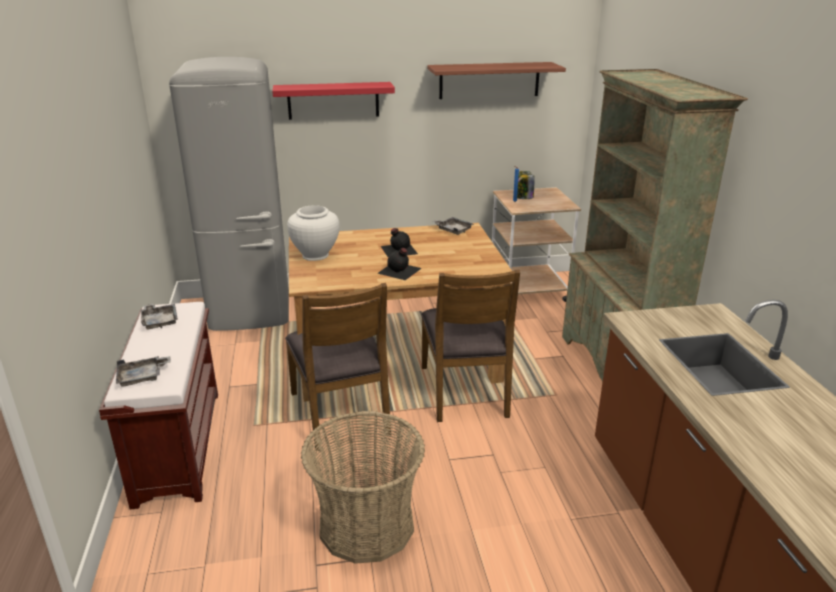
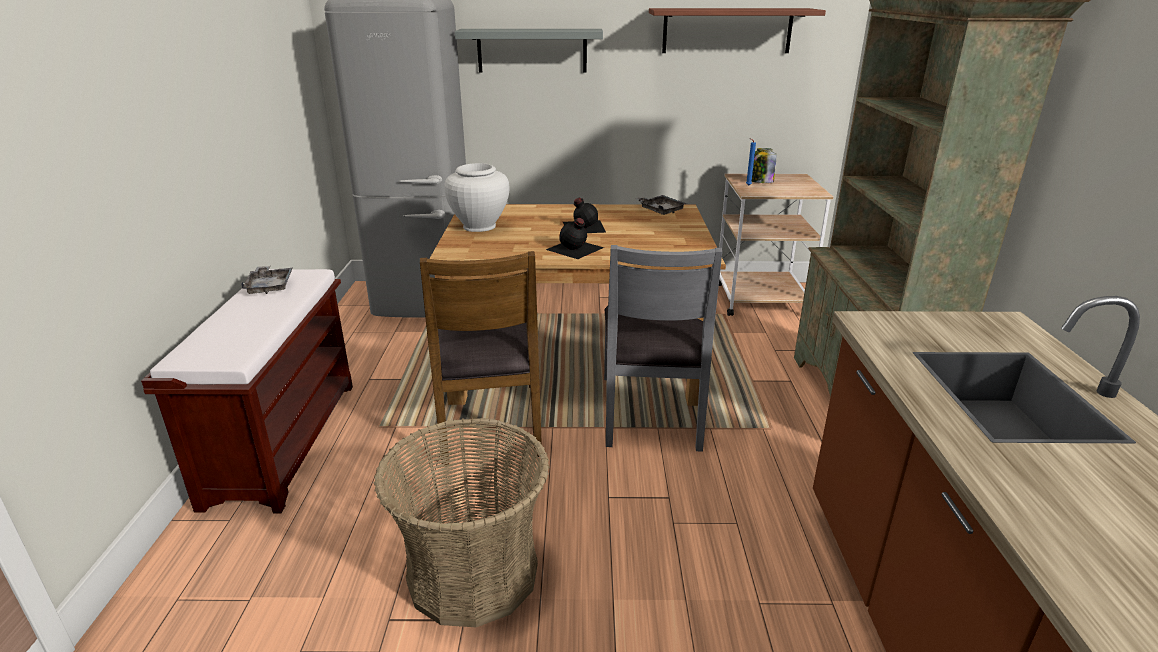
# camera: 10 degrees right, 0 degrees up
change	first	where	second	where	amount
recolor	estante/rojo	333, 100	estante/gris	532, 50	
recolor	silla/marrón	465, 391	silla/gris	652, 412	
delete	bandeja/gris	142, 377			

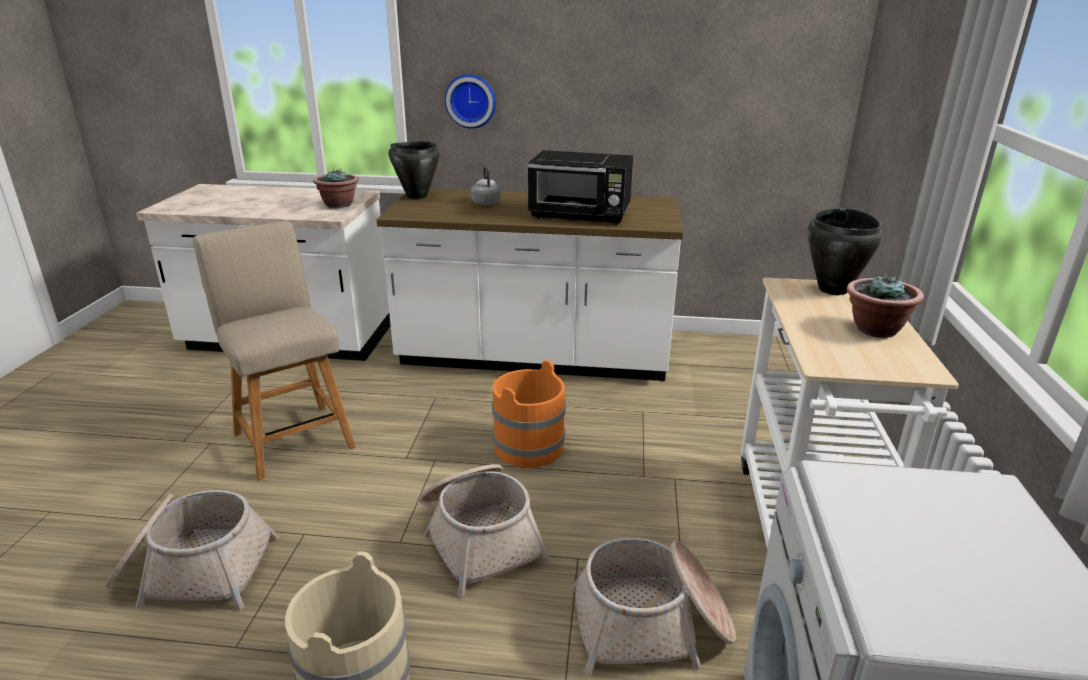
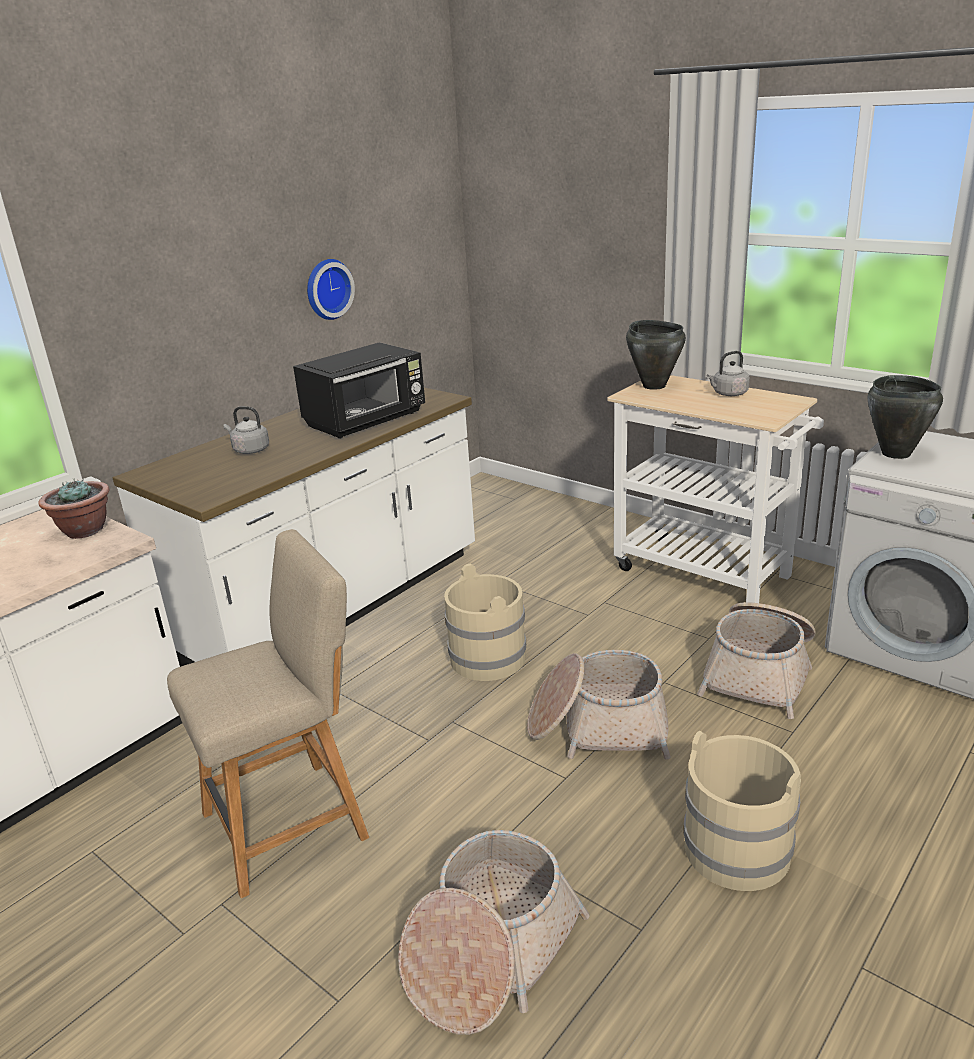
# camera: 55 degrees left, 0 degrees up
change	first	where	second	where	amount
move	reloj de pared	471, 101		327, 289	
move	olla/negro	416, 197		895, 454	
rotate	silla/beis	292, 437		293, 821	150 degrees clockwise
replace	planta en maceta	875, 329	hervidor/gris	728, 394	
recolor	cubo/naranja	528, 447	cubo/beis	488, 658	

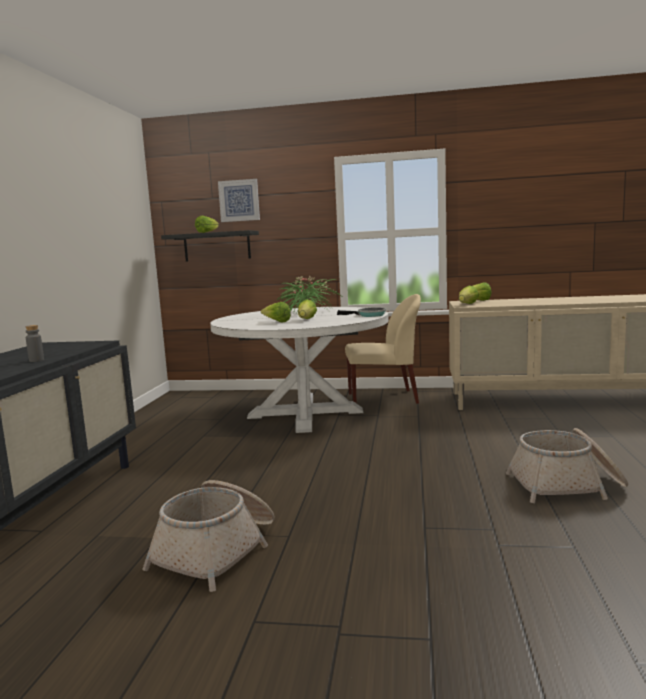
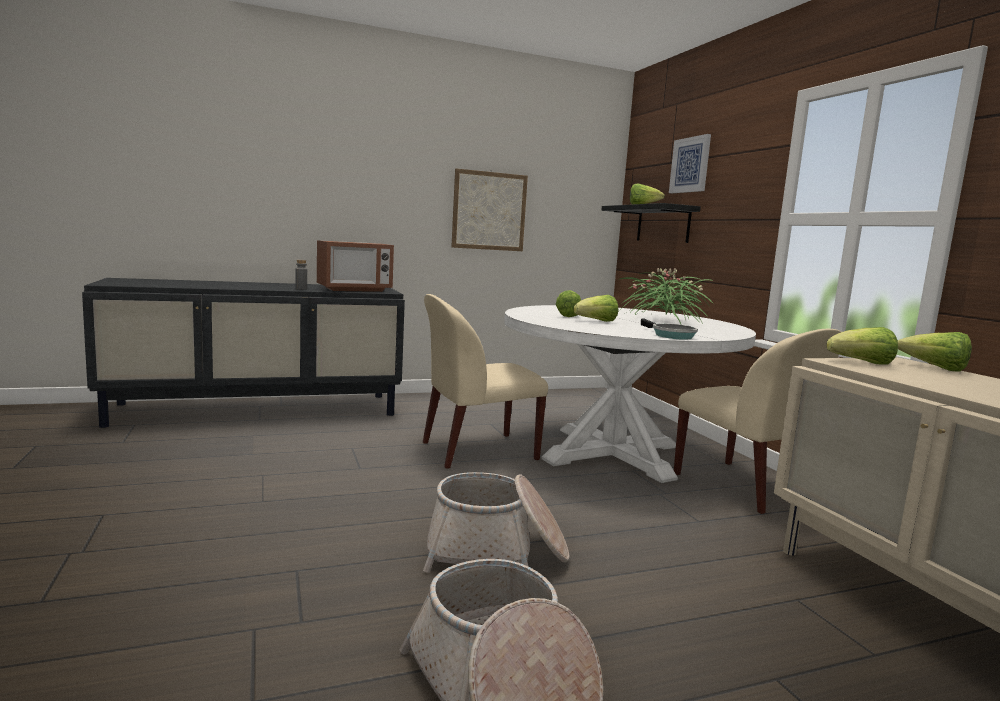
# camera: 60 degrees right, 0 degrees up
change	first	where	second	where	amount
move	cesta	218, 550		496, 551	
insert			cuadro	489, 210	
insert			microondas	354, 289	
insert			silla/beis	476, 451	

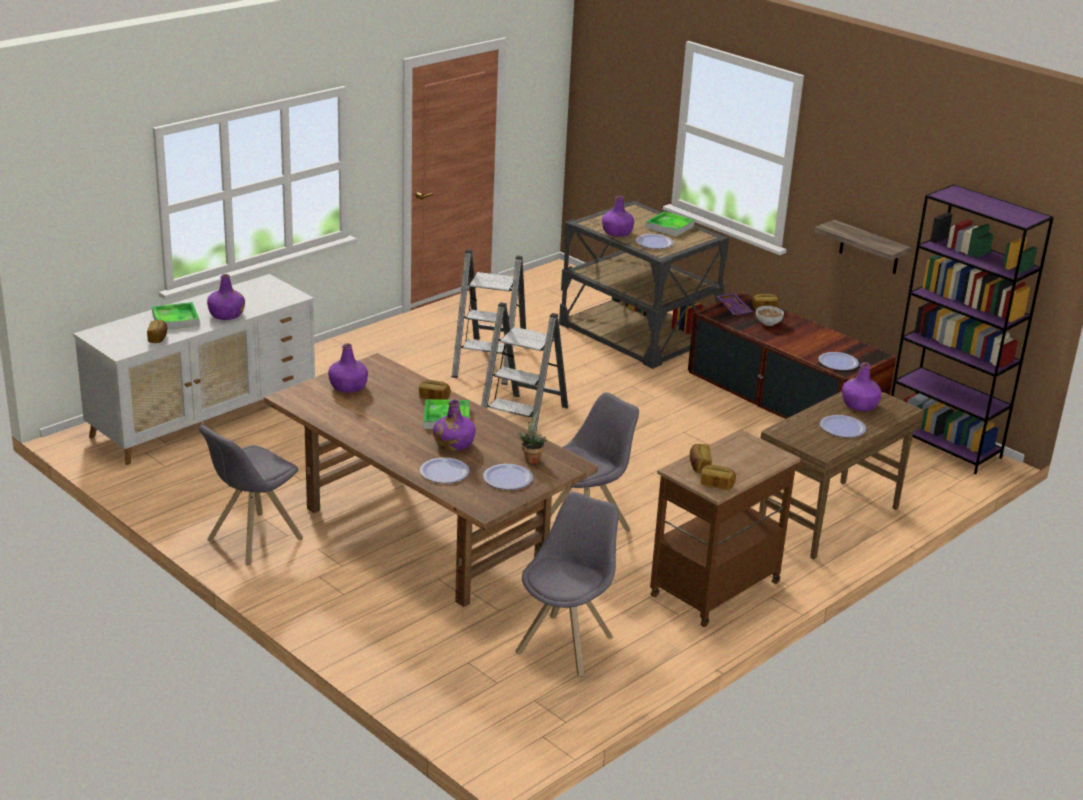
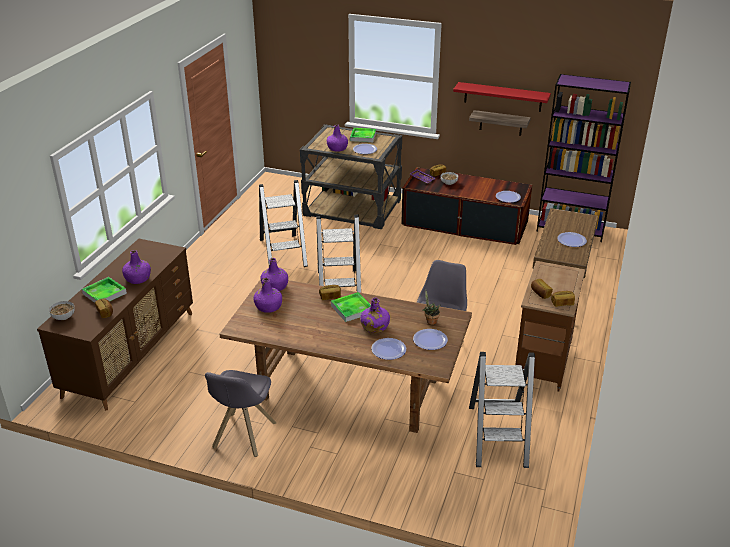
# camera: 25 degrees left, 5 degrees up
change	first	where	second	where	amount
recolor	cómoda/blanco	204, 416	cómoda/marrón	130, 353	
move	botella/morado	859, 405		275, 286	
replace	silla/gris	566, 644	escalera de tijera/gris	497, 435	
insert			estante/rojo	503, 97	
insert			cuenco	63, 317	

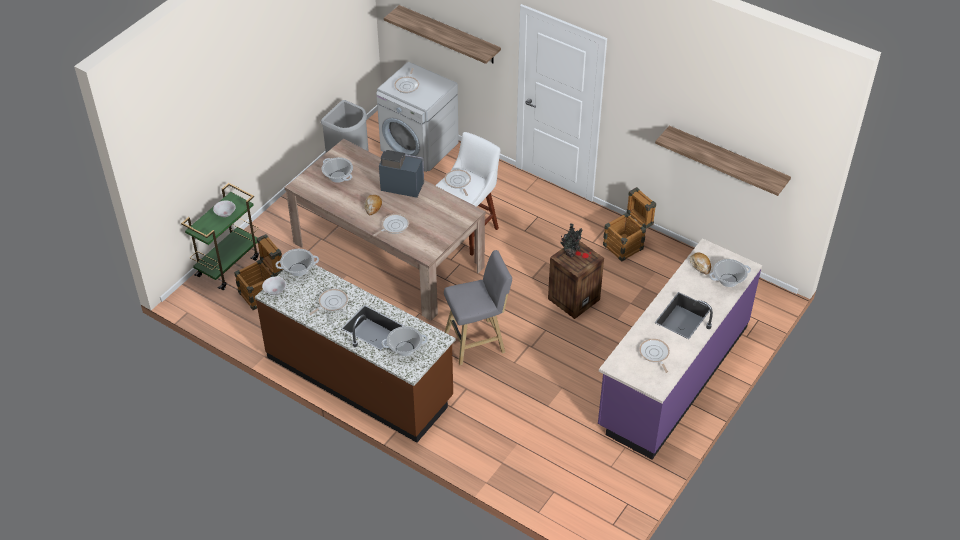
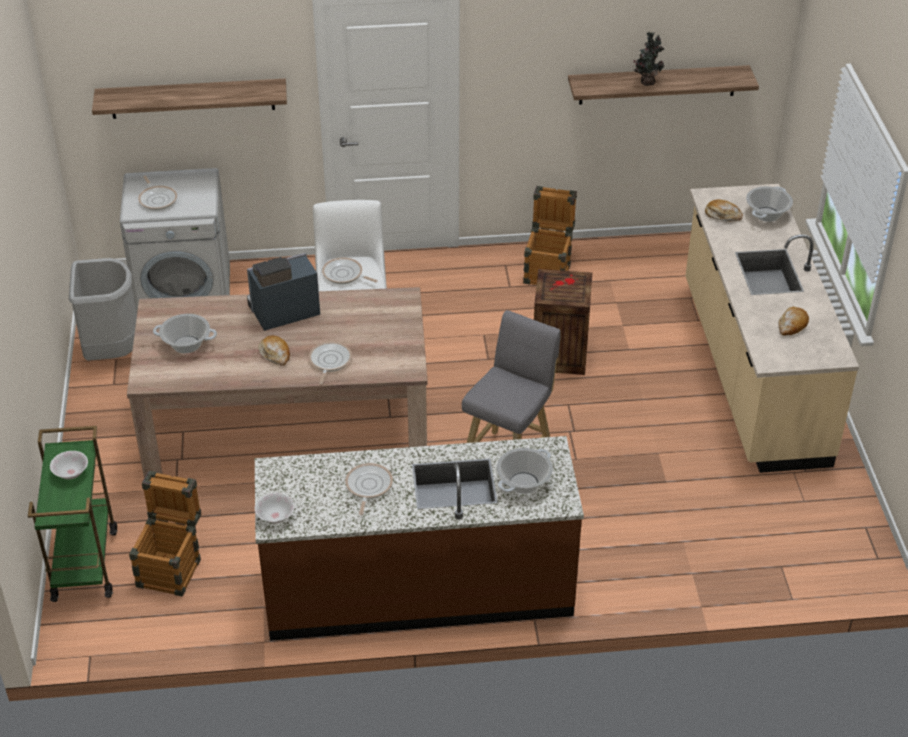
# camera: 40 degrees left, 5 degrees down
change	first	where	second	where	amount
move	planta en maceta	570, 252		646, 82	
recolor	mueble bajo de cocina/morado	673, 376	mueble bajo de cocina/beis	751, 372	
delete	olla	298, 269			
replace	sartén	654, 354	pan	792, 325	

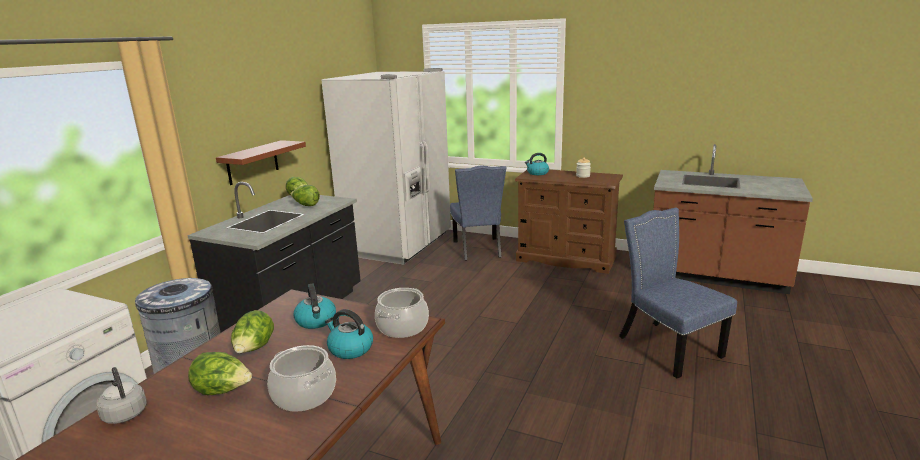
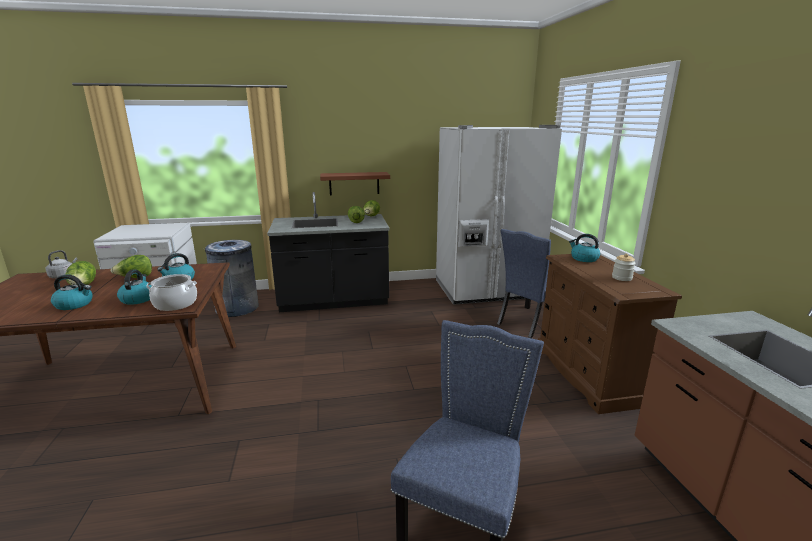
# camera: 55 degrees right, 0 degrees up
change	first	where	second	where	amount
replace	olla	304, 395	hervidor	75, 304	

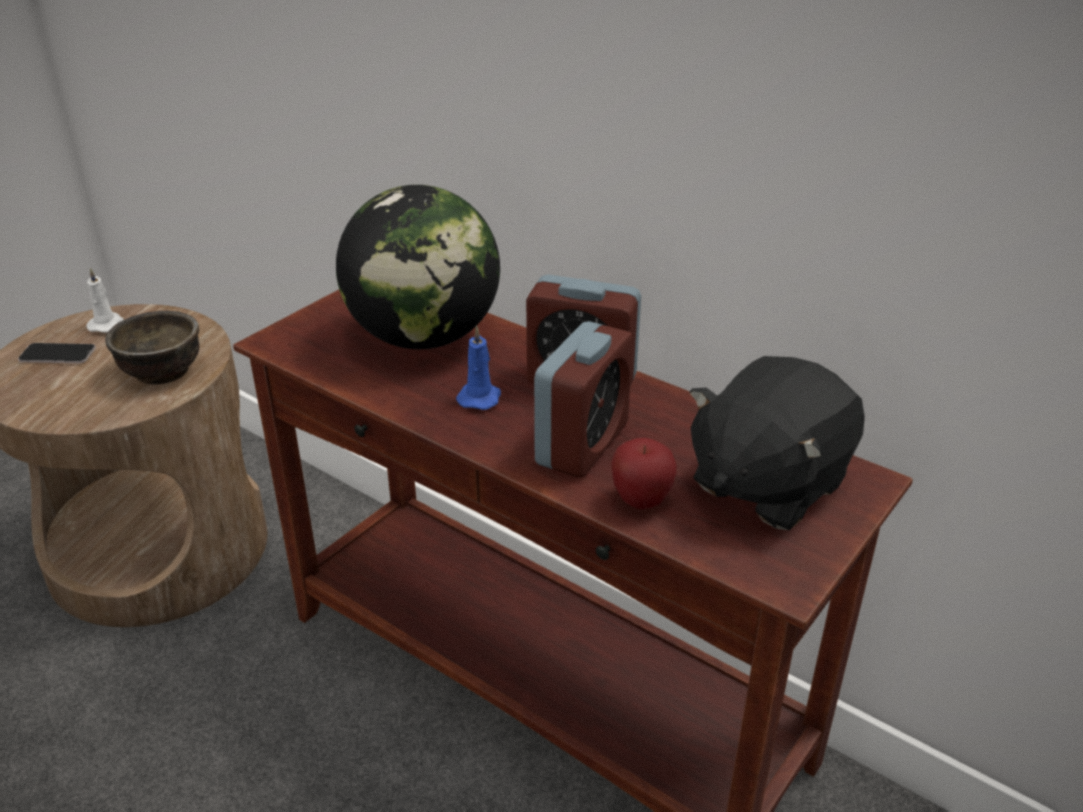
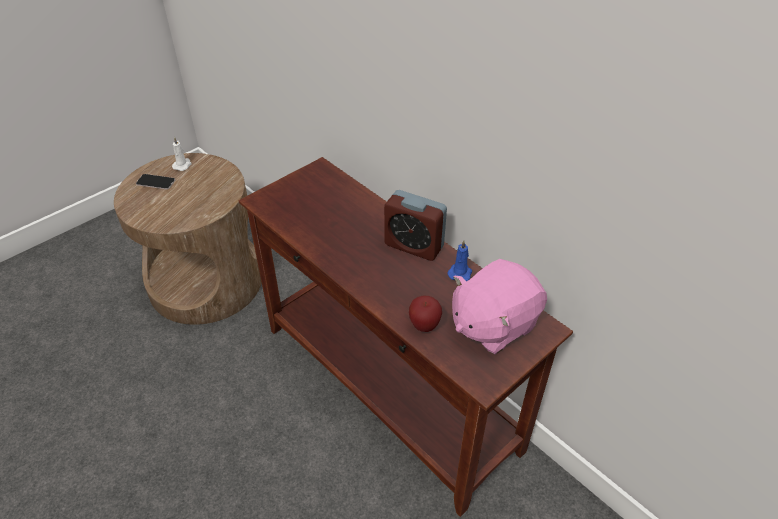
# camera: 10 degrees right, 10 degrees up
change	first	where	second	where	amount
delete	globo terráqueo	424, 337			
delete	cuenco/marrón	161, 371			
delete	despertador	582, 444			
move	vela/azul	480, 397		460, 272	
recolor	peluche/negro	766, 483	peluche/rosa	493, 324	

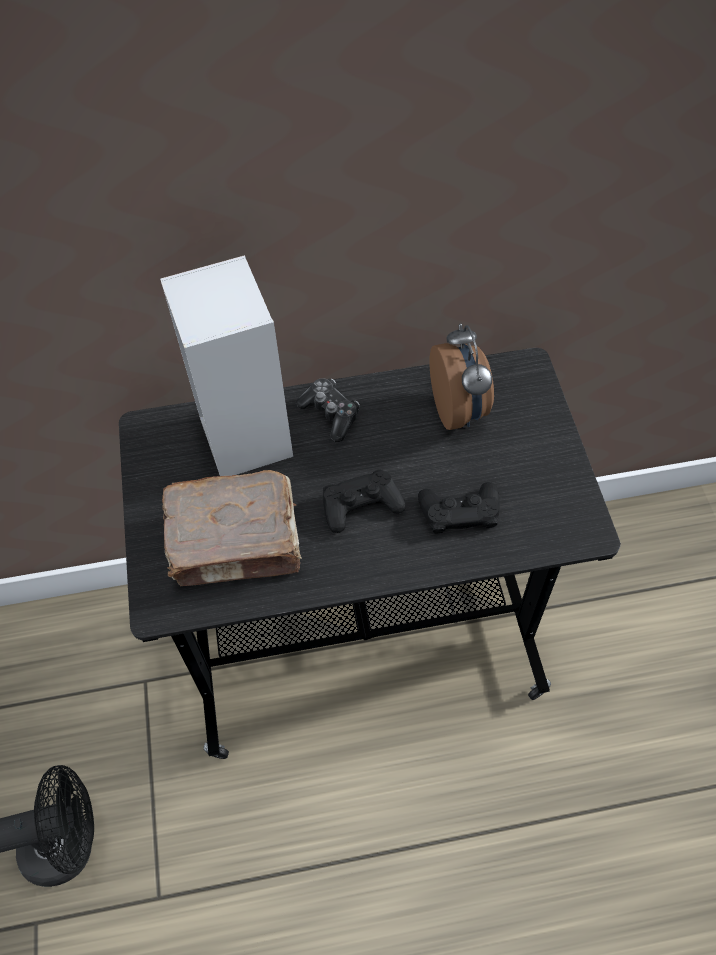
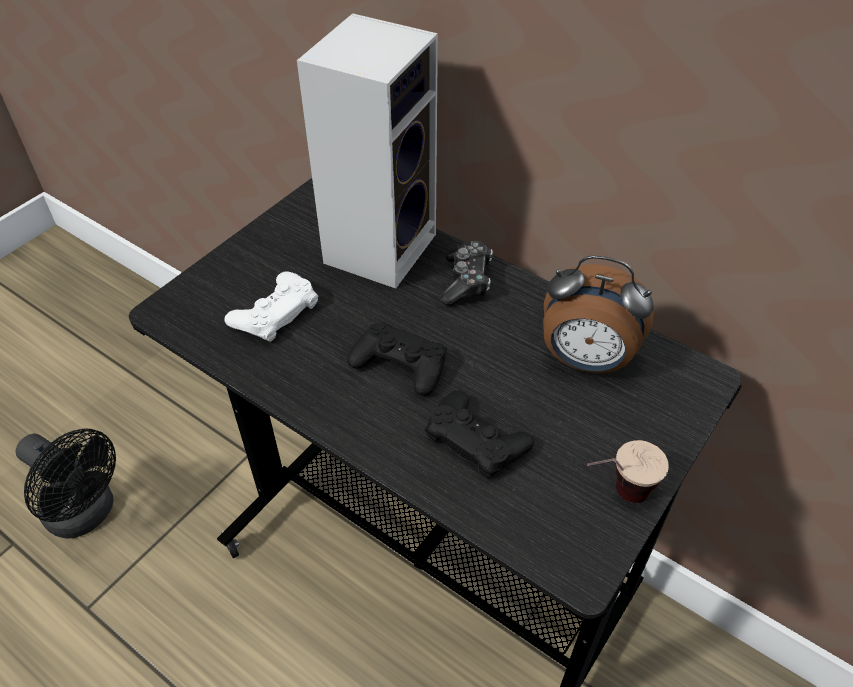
# camera: 45 degrees right, 10 degrees down
change	first	where	second	where	amount
rotate	despertador	459, 409		585, 361	75 degrees clockwise
replace	libro/marrón	237, 542	mando de consola/blanco	275, 313	
insert			taza	614, 496	

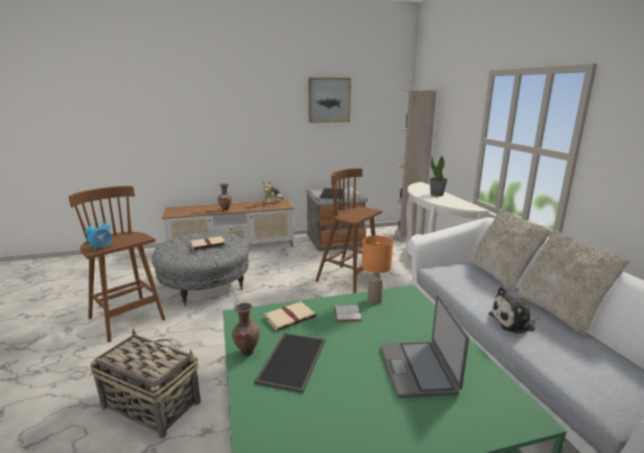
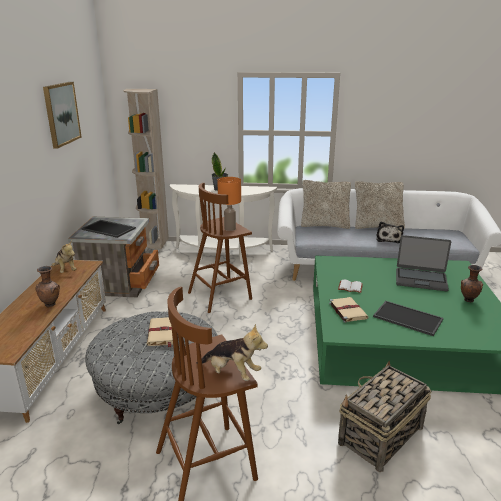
# camera: 70 degrees left, 5 degrees up
change	first	where	second	where	amount
replace	despertador	102, 247	peluche	232, 373	
move	lámpara de mesa/naranja	374, 300		229, 228	
move	florero/marrón	246, 352		468, 300	

